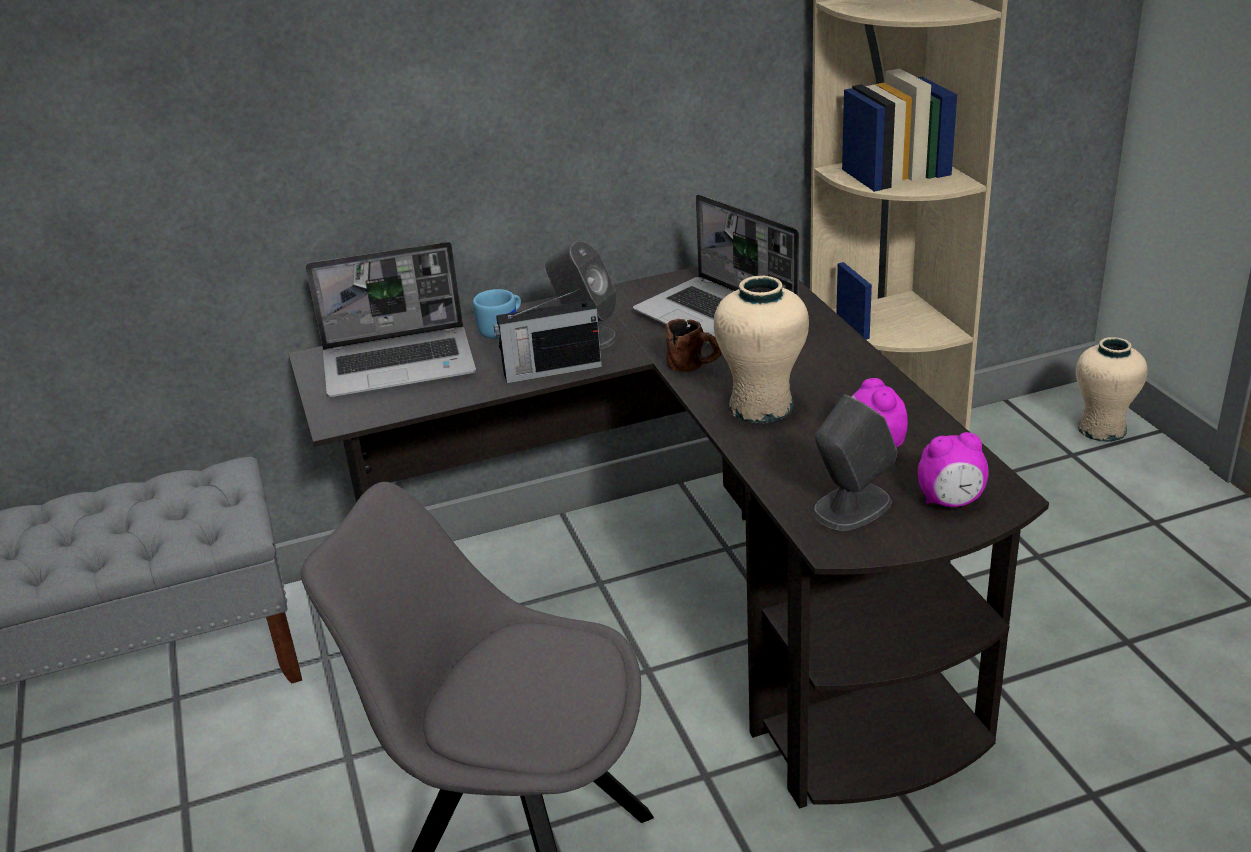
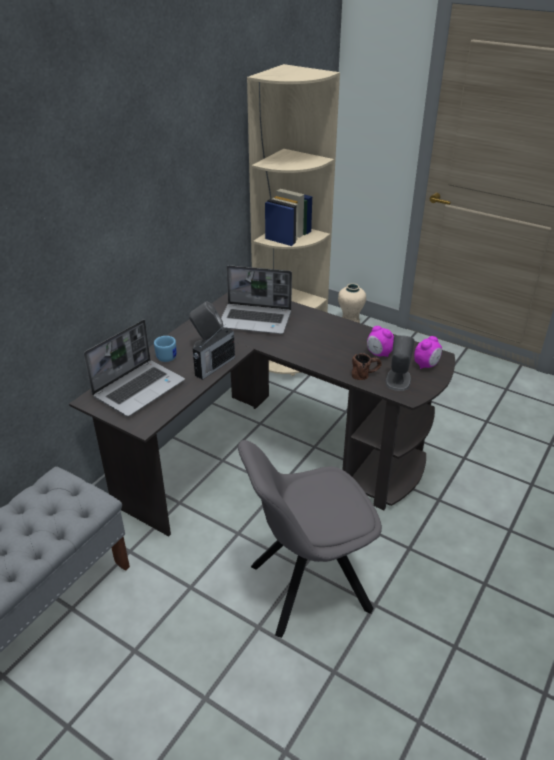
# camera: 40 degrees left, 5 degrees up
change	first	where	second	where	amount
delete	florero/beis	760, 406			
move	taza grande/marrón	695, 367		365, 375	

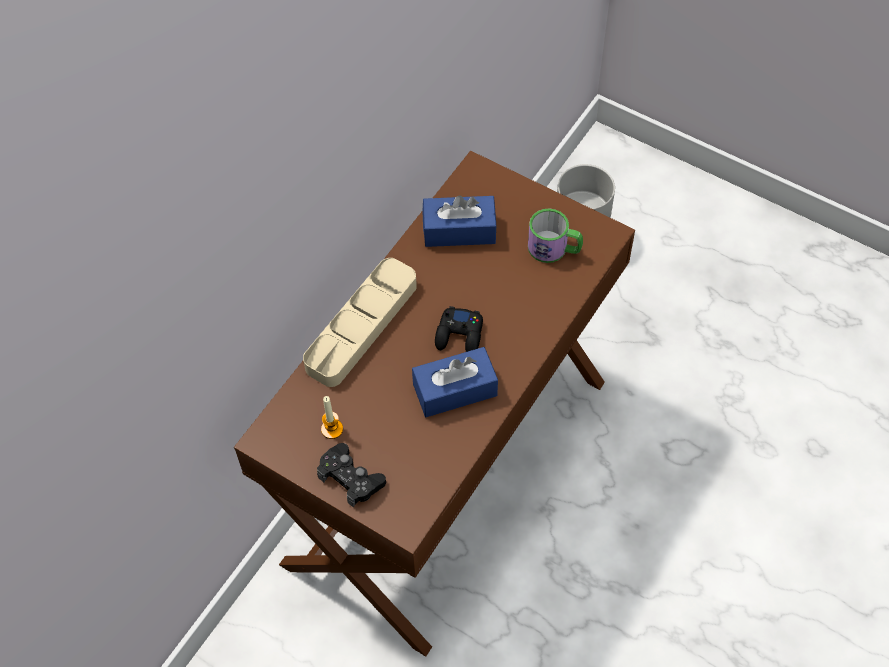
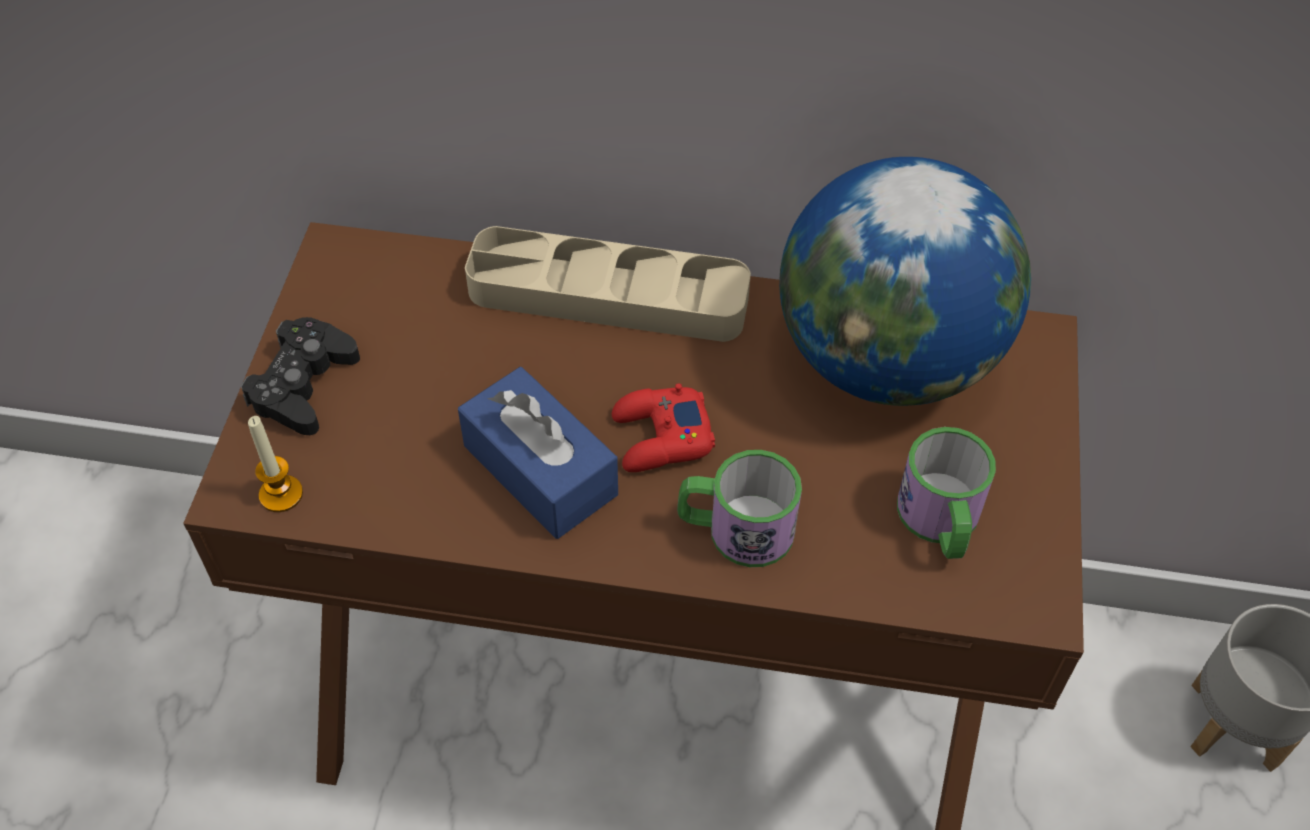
# camera: 65 degrees right, 5 degrees down
change	first	where	second	where	amount
replace	caja de pañuelos/azul	459, 230	globo terráqueo	887, 360	
recolor	mando de consola/negro	460, 335	mando de consola/rojo	661, 437	
move	vela	332, 429		281, 494	
insert			taza grande	735, 529	

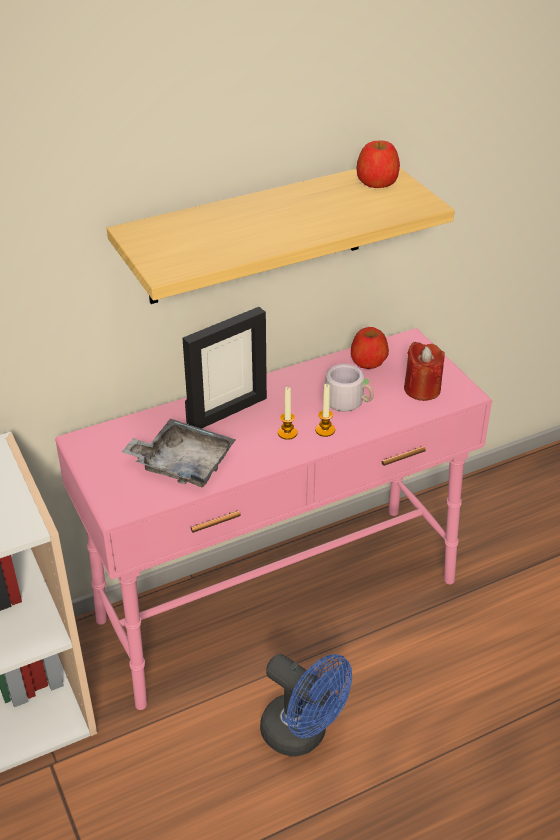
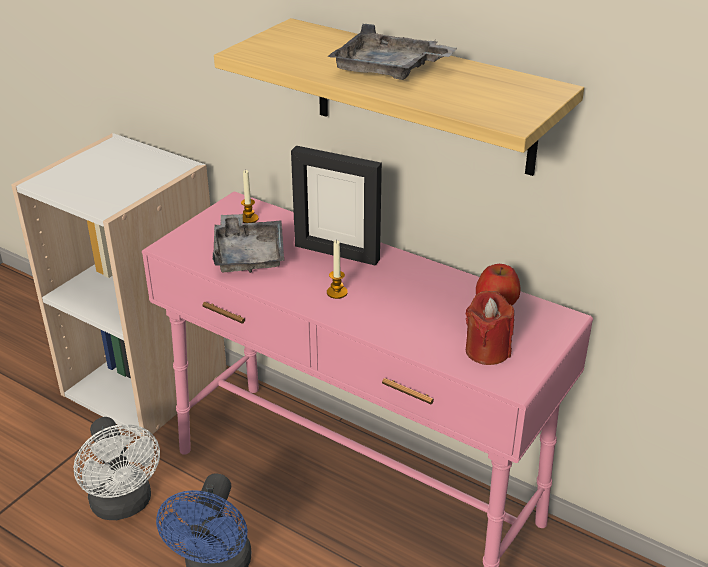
# camera: 60 degrees right, 5 degrees down
change	first	where	second	where	amount
delete	manzana	377, 181			
delete	taza grande/gris	349, 401			
move	vela	325, 430		249, 219	
insert			bandeja/gris	388, 70	
insert			ventilador/blanco	124, 505	

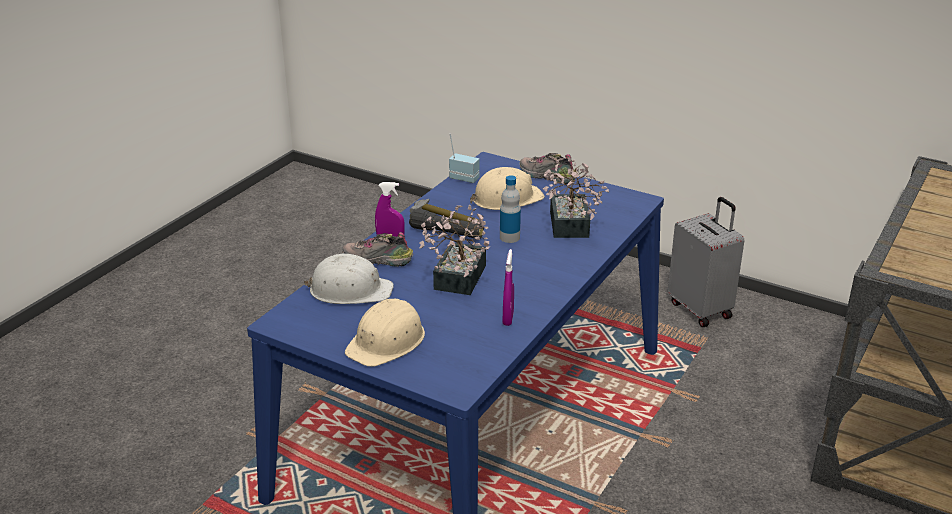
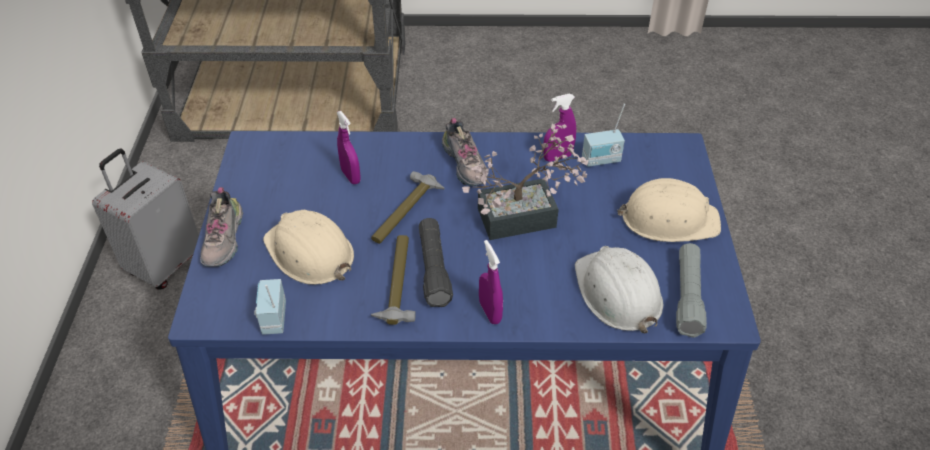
# camera: 120 degrees left, 15 degrees up
change	first	where	second	where	amount
replace	planta en maceta	569, 228	pulverizador/morado	351, 176	
replace	botella	509, 237	martillo	405, 213	
move	zapato	377, 261		466, 165	
insert			radio	601, 161	
insert			linterna/gris	687, 296	

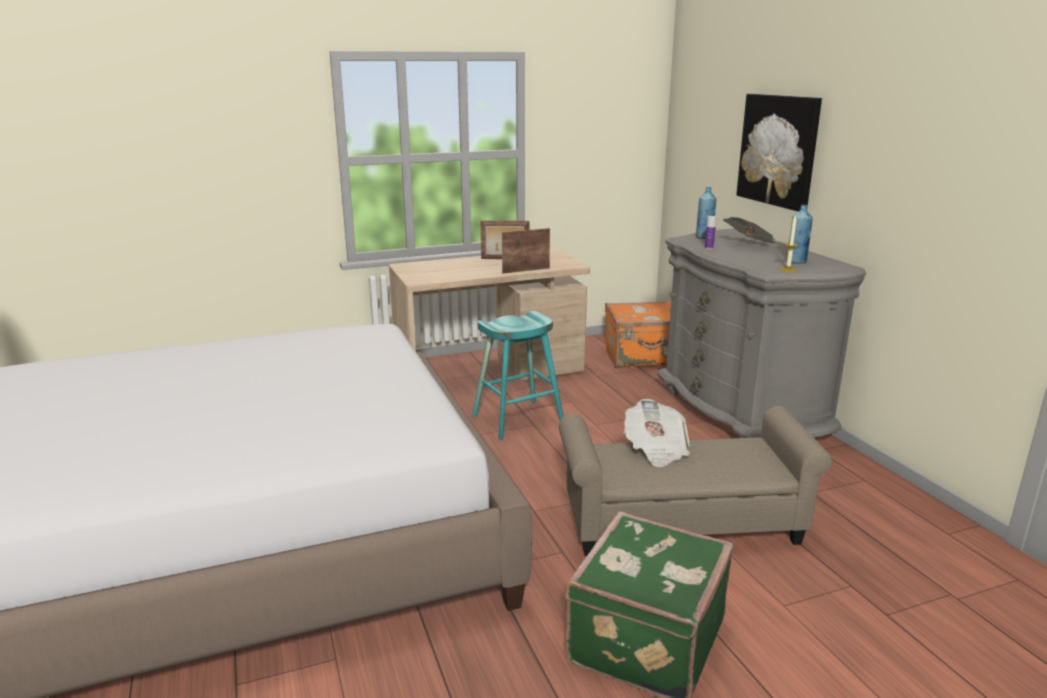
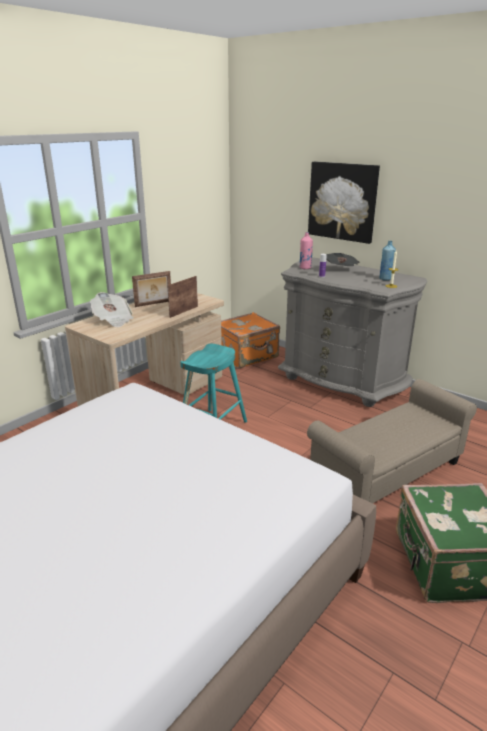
# camera: 30 degrees left, 5 degrees up
change	first	where	second	where	amount
recolor	botella/azul	704, 237	botella/rosa	305, 268	
move	periódico	655, 449		113, 320	

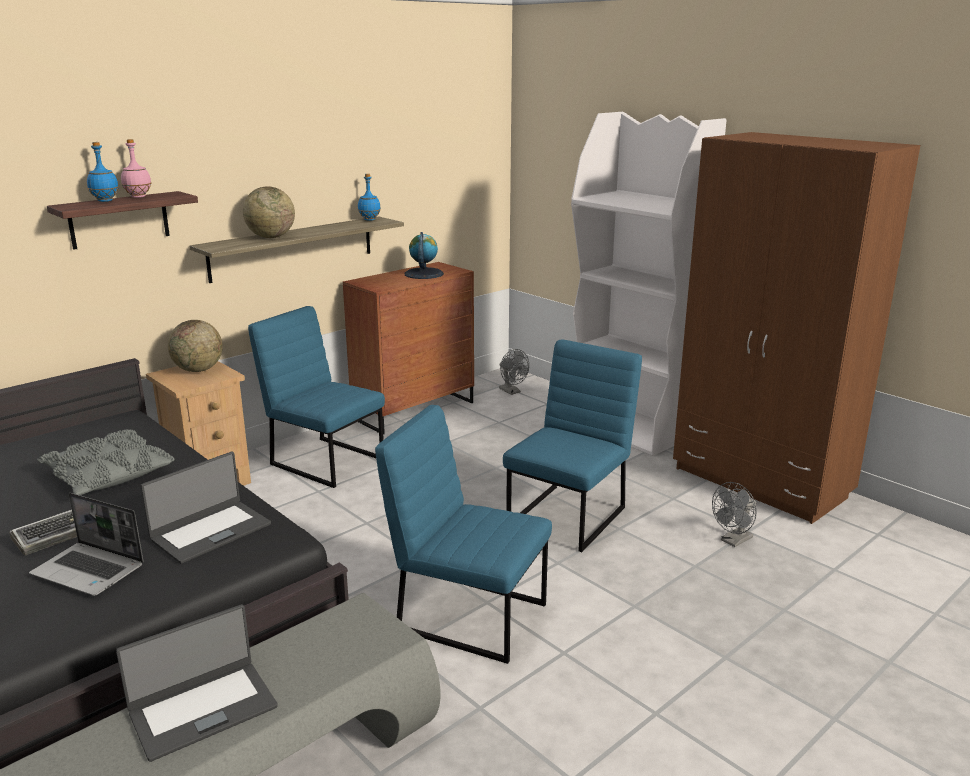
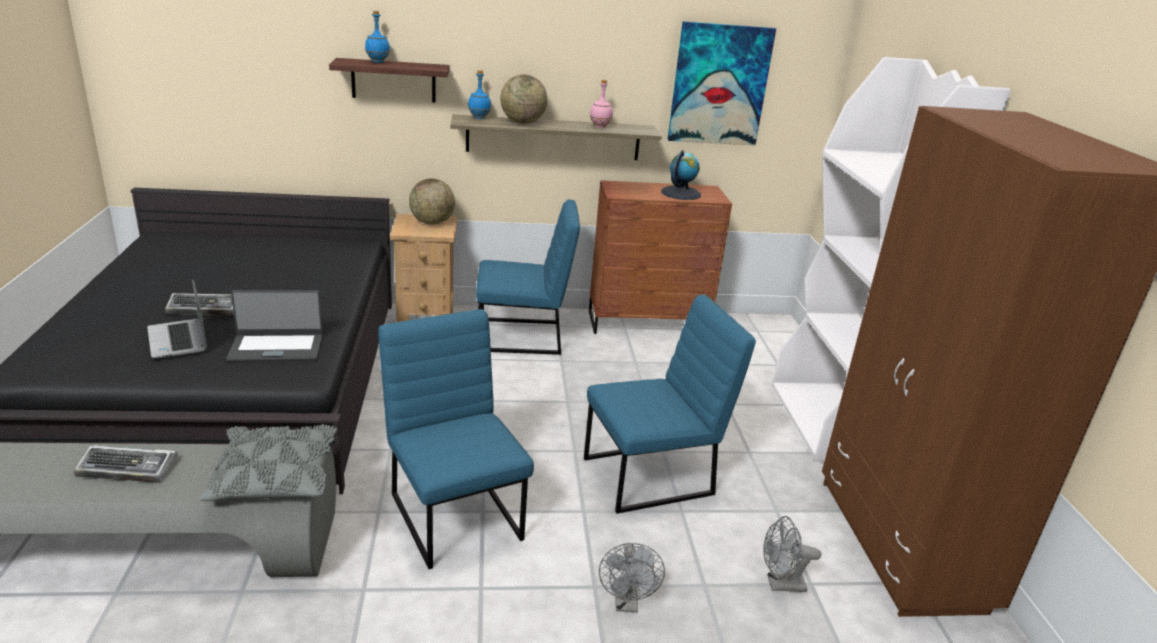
# camera: 35 degrees right, 5 degrees up
change	first	where	second	where	amount
move	botella/rosa	138, 197		600, 127	
move	botella/azul	369, 220		478, 118	
rotate	silla/azul	325, 460		523, 337	105 degrees clockwise
move	ventilador/gris	512, 391		626, 603	
move	cojín/gris	108, 475		275, 476	
replace	portátil	202, 709	teclado	129, 468	
insert			cuadro	719, 85	

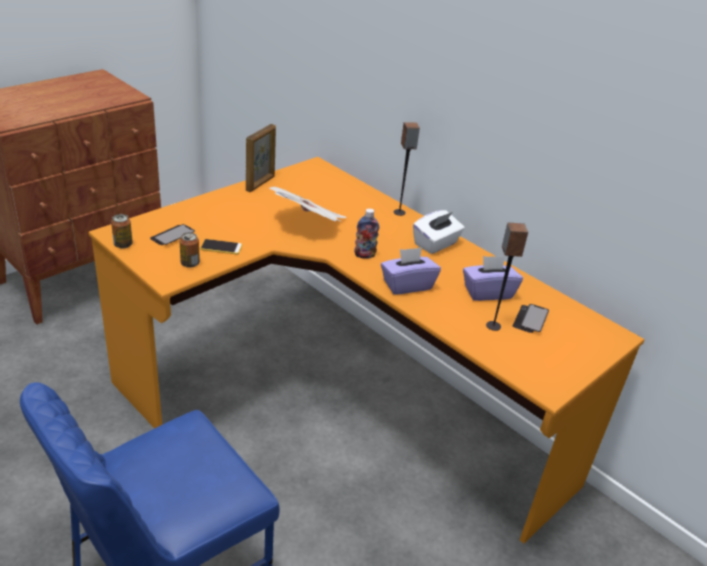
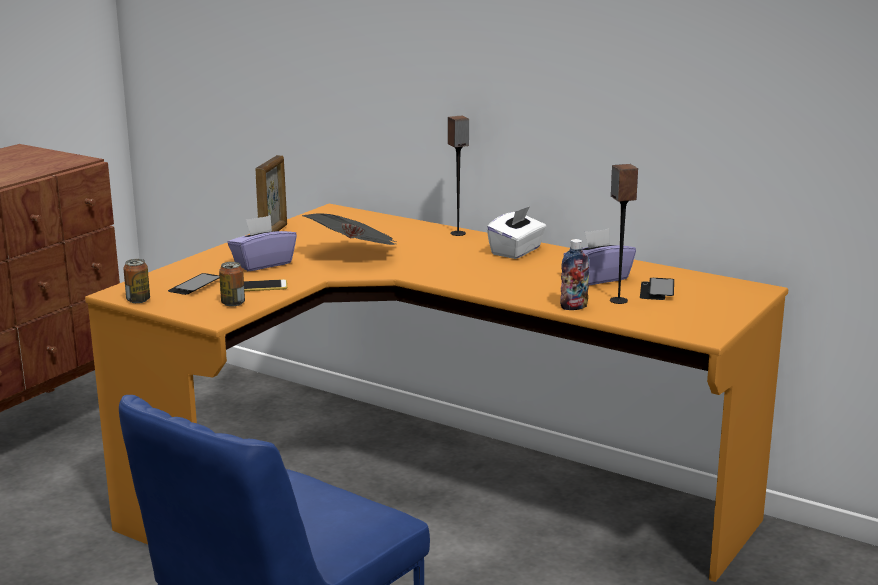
# camera: 10 degrees left, 15 degrees down
change	first	where	second	where	amount
move	botella	364, 255		574, 307	
move	caja de pañuelos/morado	407, 285		263, 264	

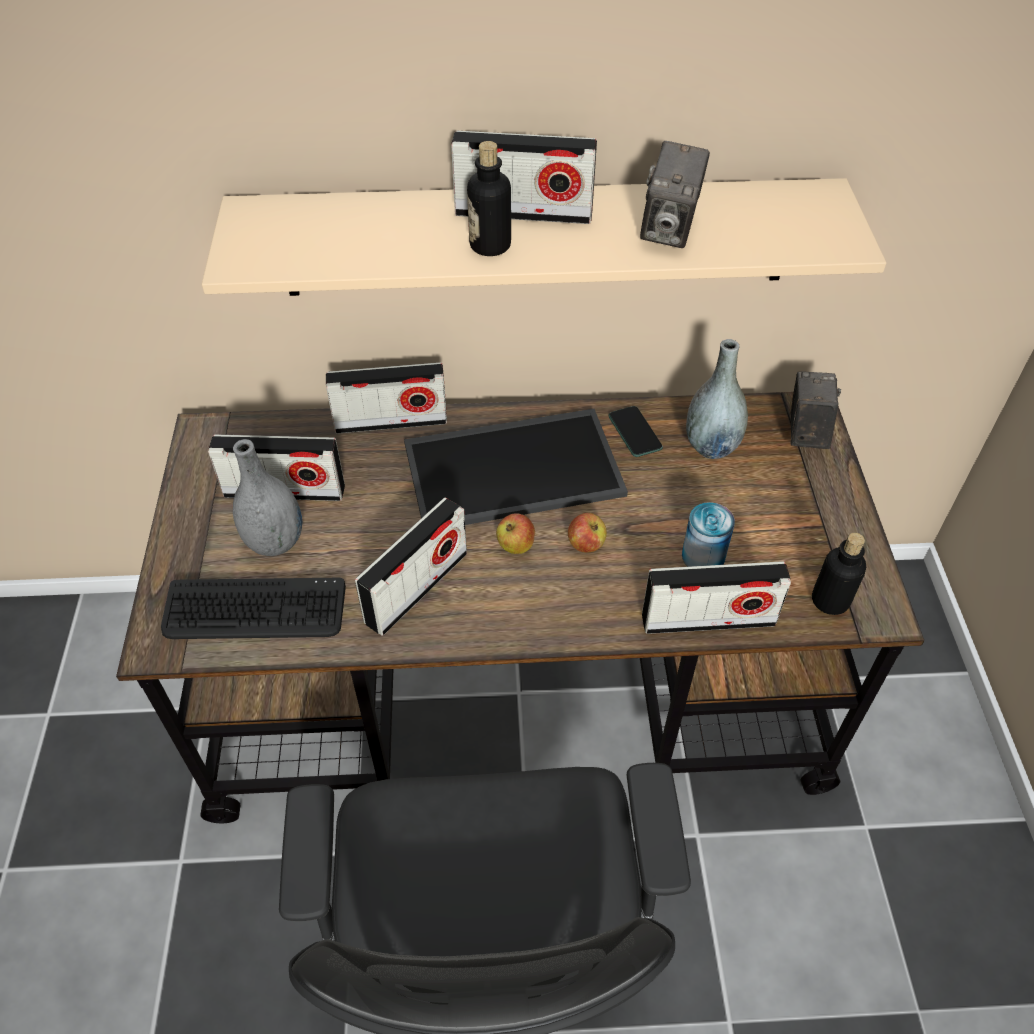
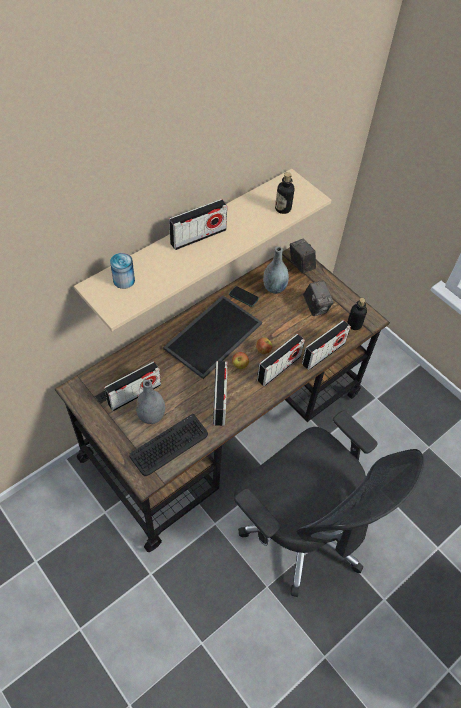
# camera: 40 degrees left, 5 degrees up
change	first	where	second	where	amount
move	botella	490, 245		283, 208	
move	cámara	669, 229		316, 307	
move	radio	391, 421		279, 368	
move	lata	703, 556		124, 280	

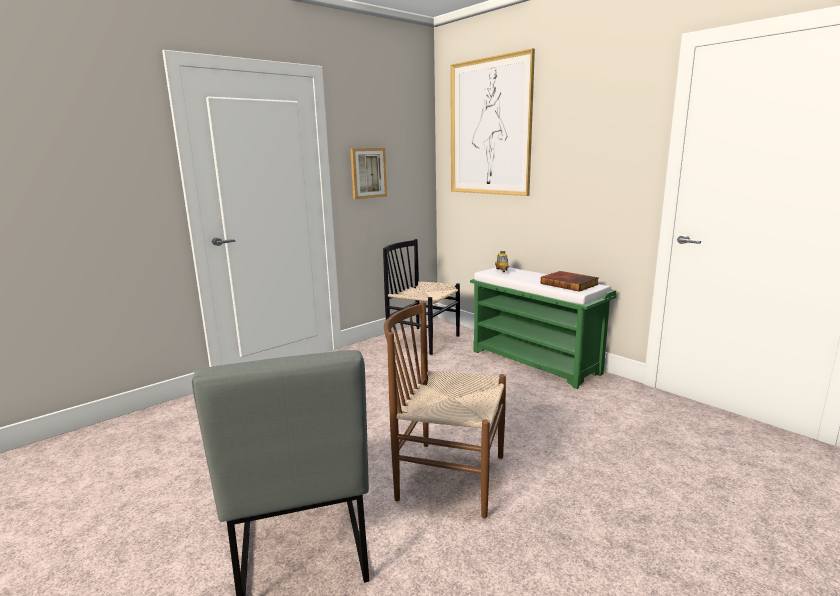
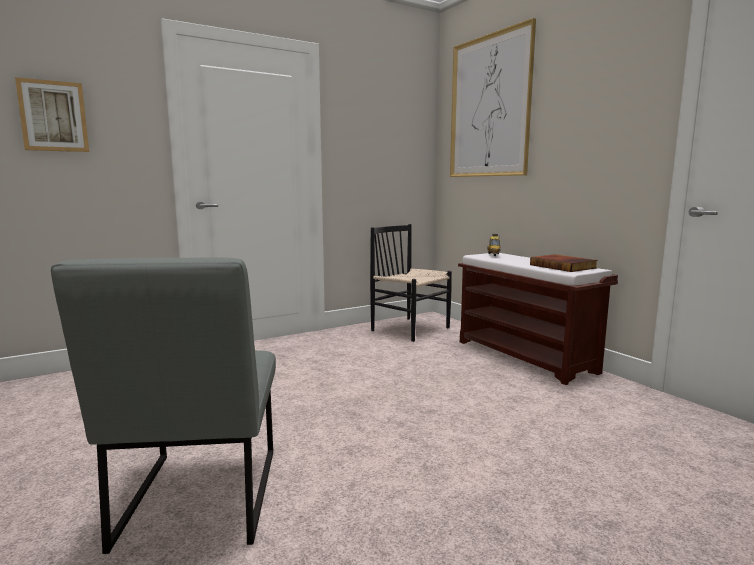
# camera: 10 degrees right, 5 degrees down
change	first	where	second	where	amount
move	cuadro	368, 173		53, 116	
recolor	banco/verde	536, 362	banco/marrón	526, 356	
delete	silla/marrón	446, 476			

